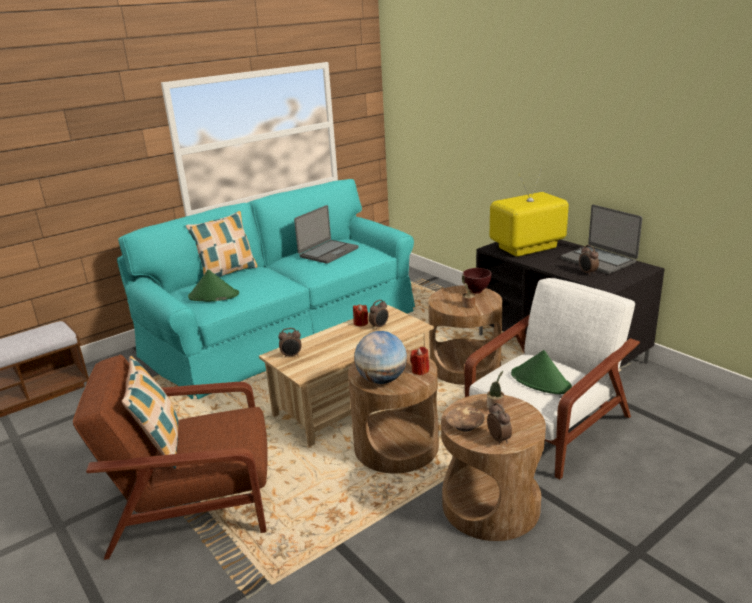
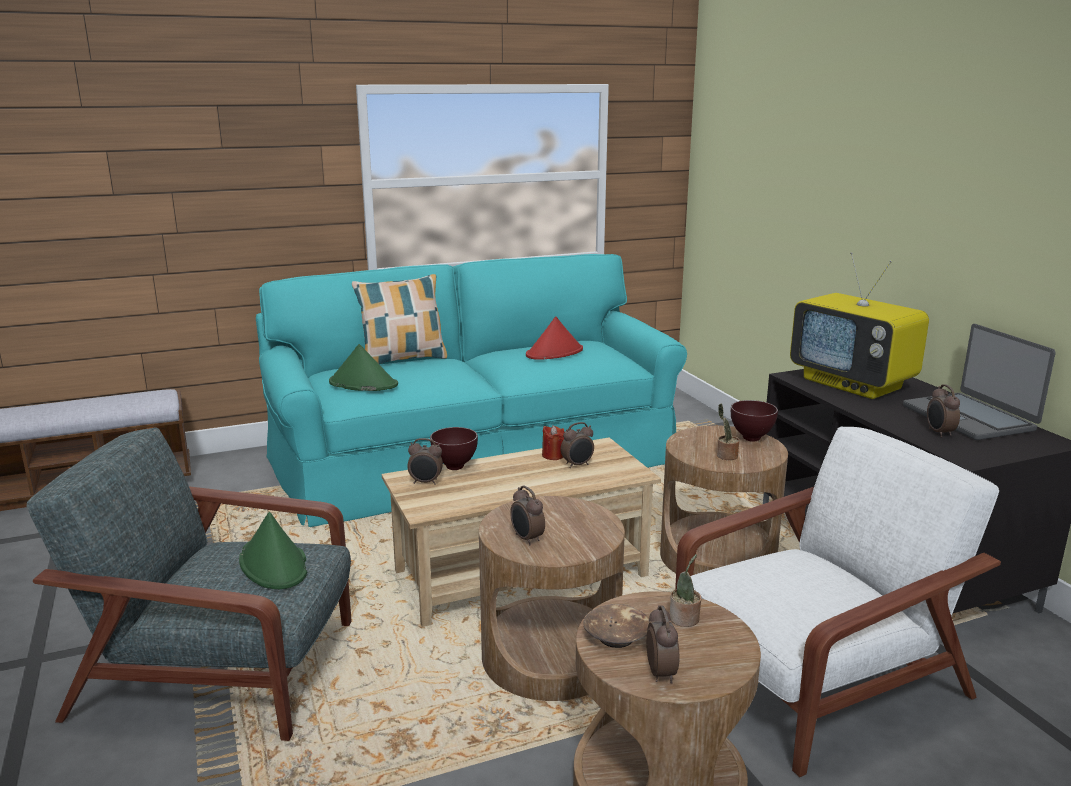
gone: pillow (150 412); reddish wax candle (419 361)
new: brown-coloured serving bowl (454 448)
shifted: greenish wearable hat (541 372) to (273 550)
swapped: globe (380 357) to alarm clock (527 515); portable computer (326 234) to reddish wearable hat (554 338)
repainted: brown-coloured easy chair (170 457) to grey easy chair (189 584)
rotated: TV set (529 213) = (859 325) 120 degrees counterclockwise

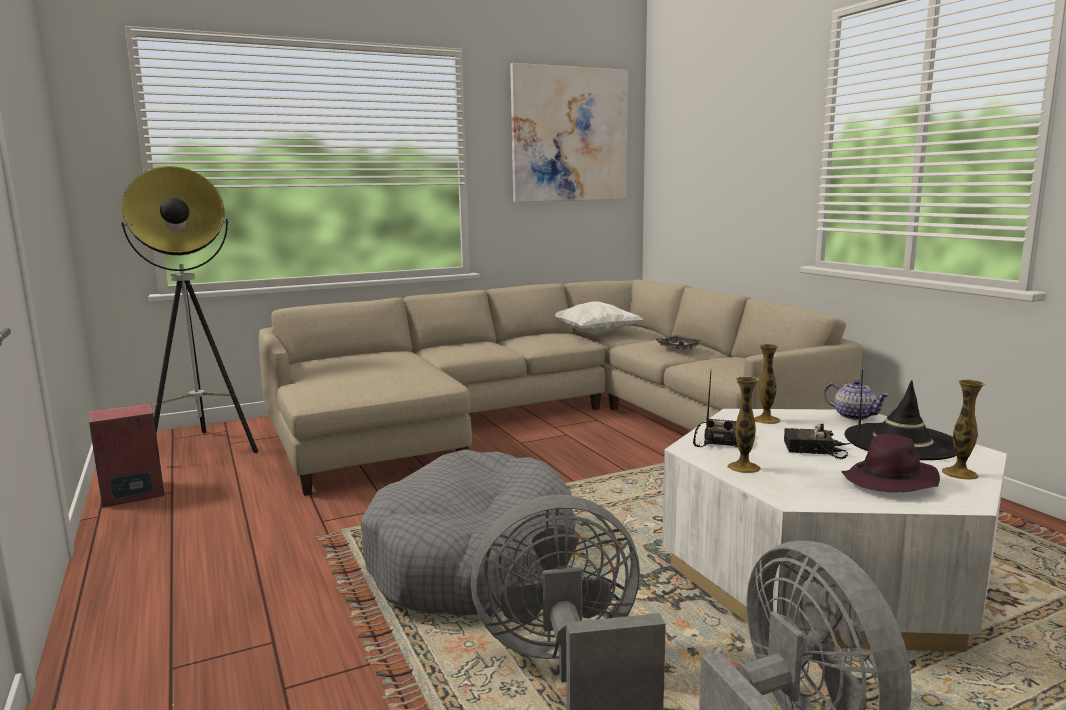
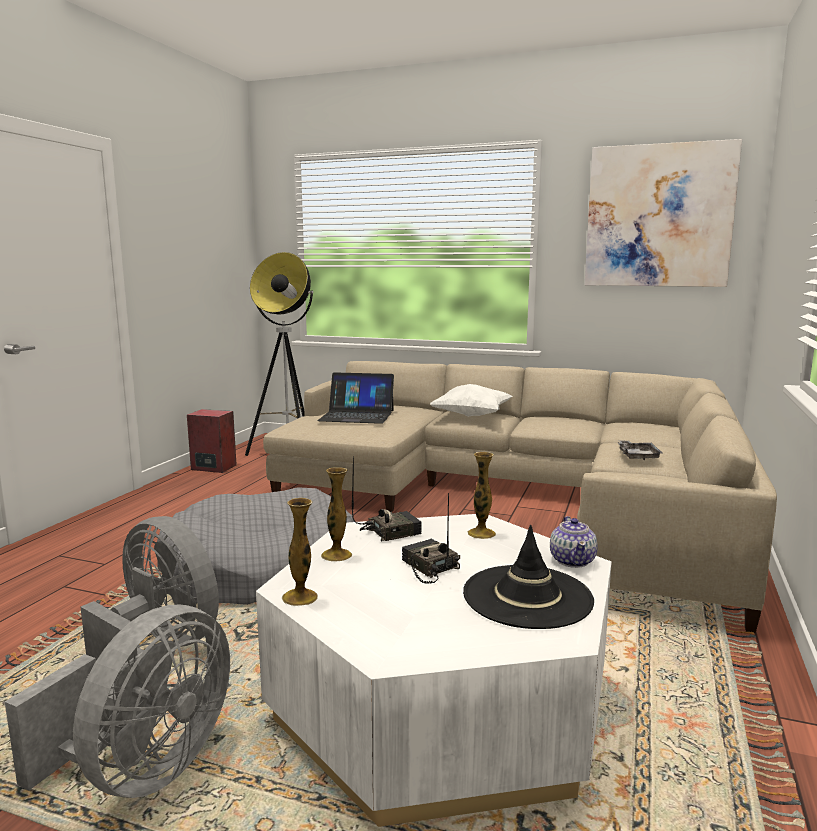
gone: purplish wearable hat (890 463)
new: portable computer (355 398)
shifted: vase (963 430) to (300 552); white pillow (599 318) to (471 400)

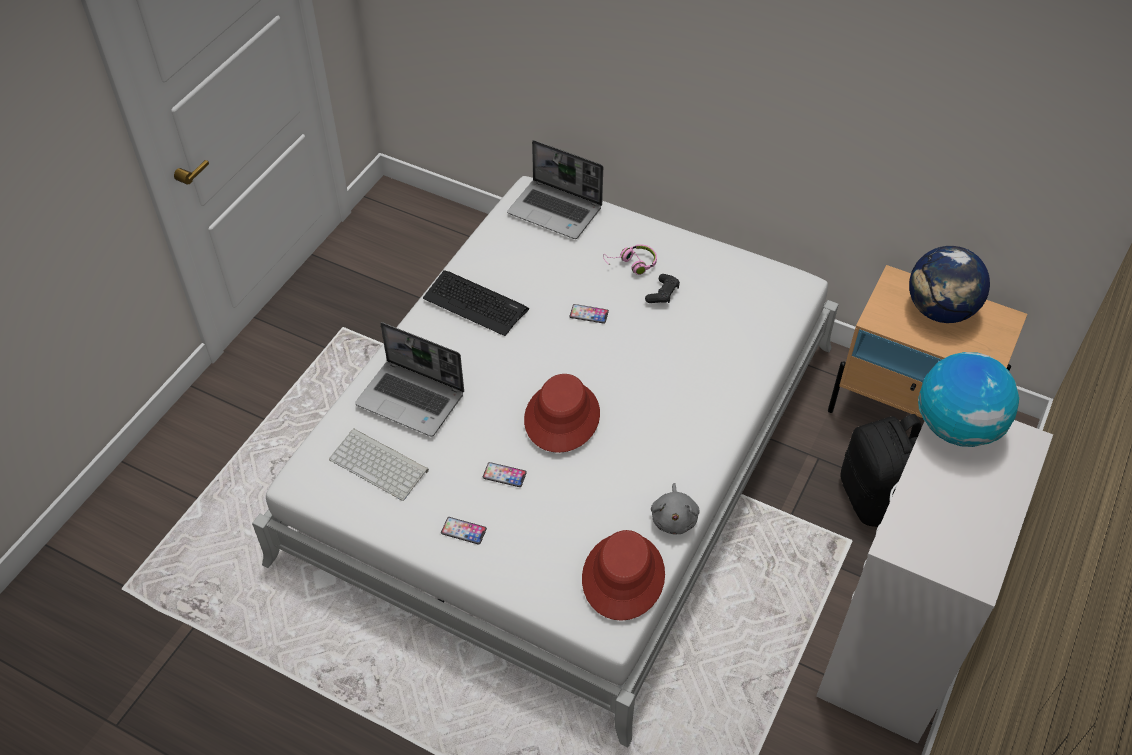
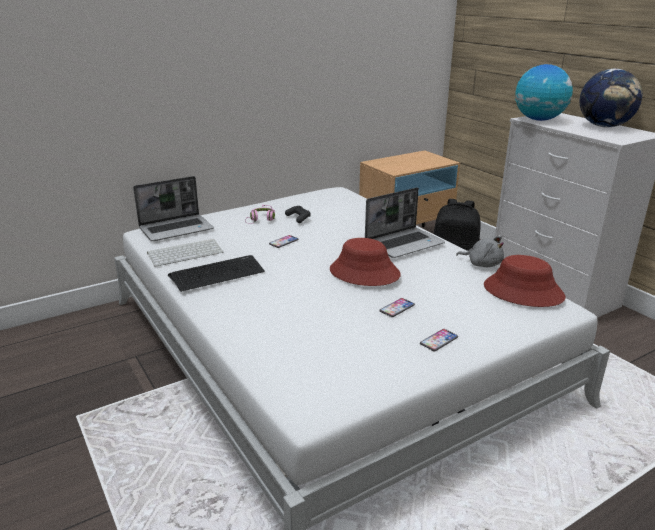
shifted: computer keyboard (379 464) to (185 253); portable computer (409 379) to (405 222); globe (949 284) to (611 98)

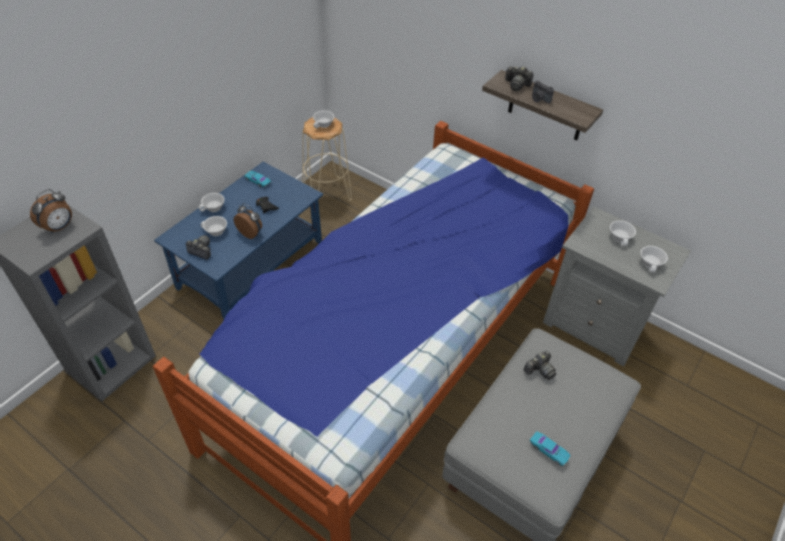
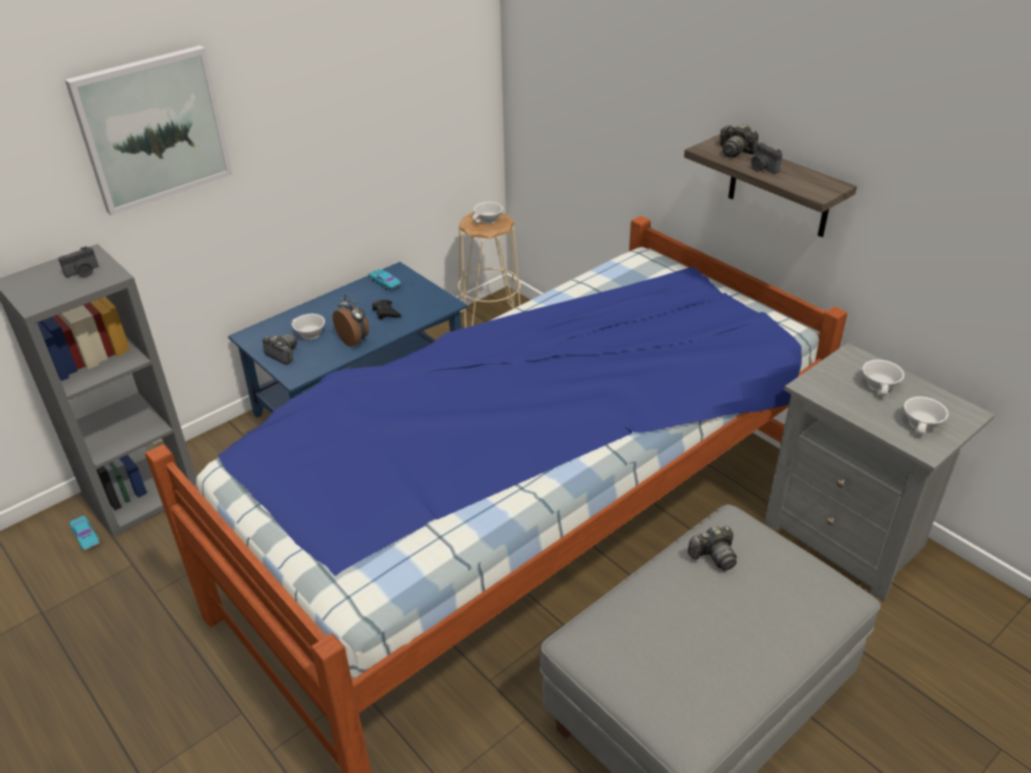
gone: white cup (211 202)
new: picture (149 130)
shifted: turquoise-coloured model car (550 448) to (85 533)
swapped: alarm clock (51 211) to photo camera (78 261)

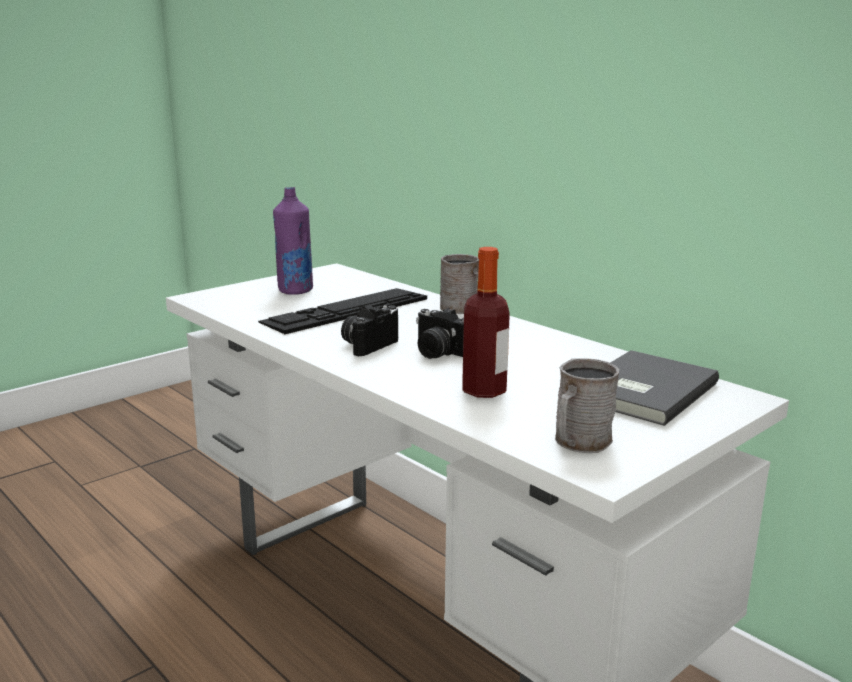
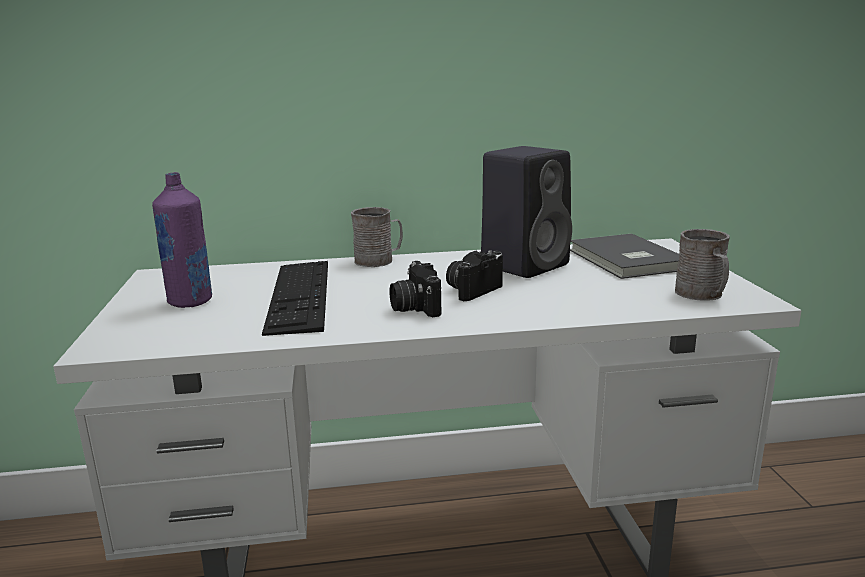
gone: bottle (486 322)
new: black-coloured speaker (526 212)
rotated: photo camera (440 333) = (474 275) 150 degrees clockwise

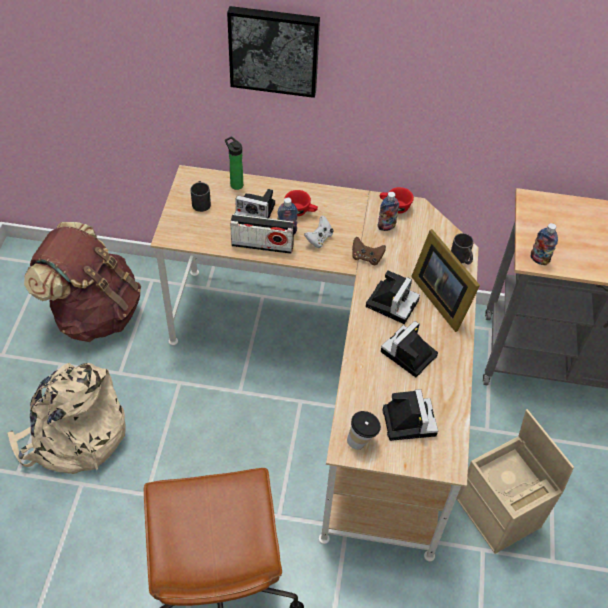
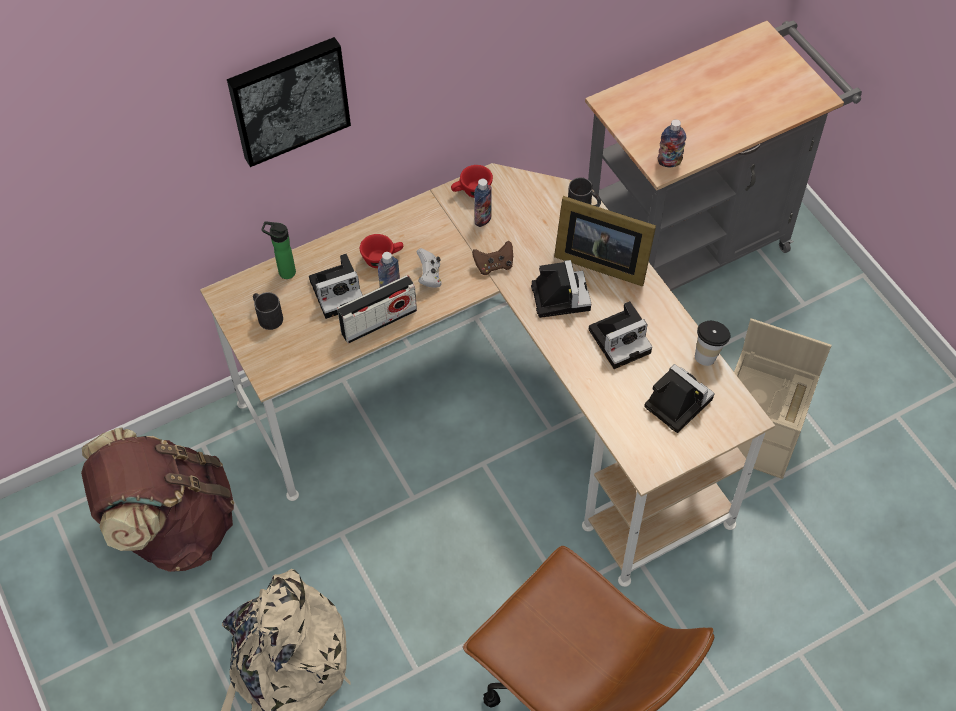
shifted: cup (364 430) to (712 343)
rotated: photo camera (409 349) = (620 335) 120 degrees counterclockwise

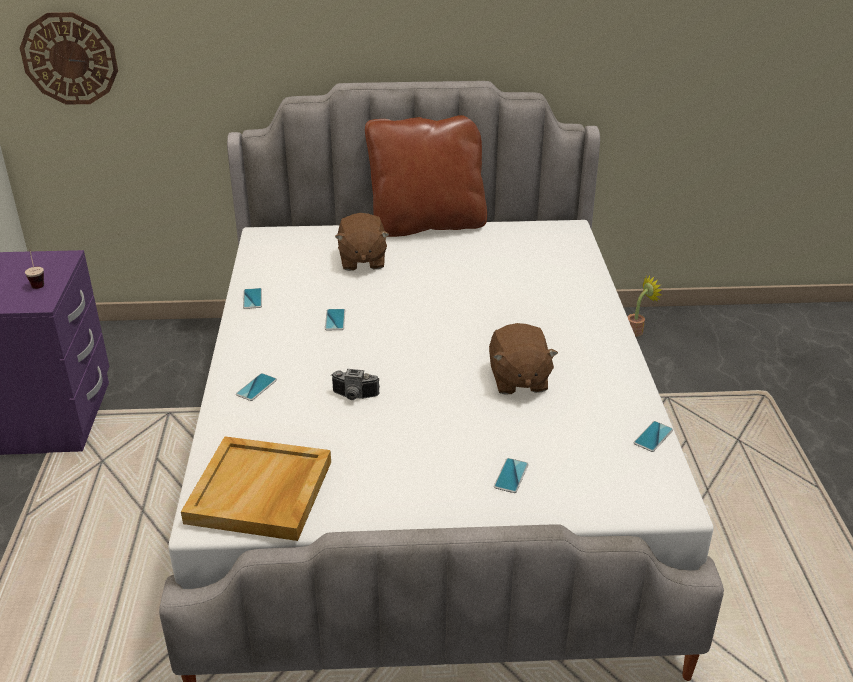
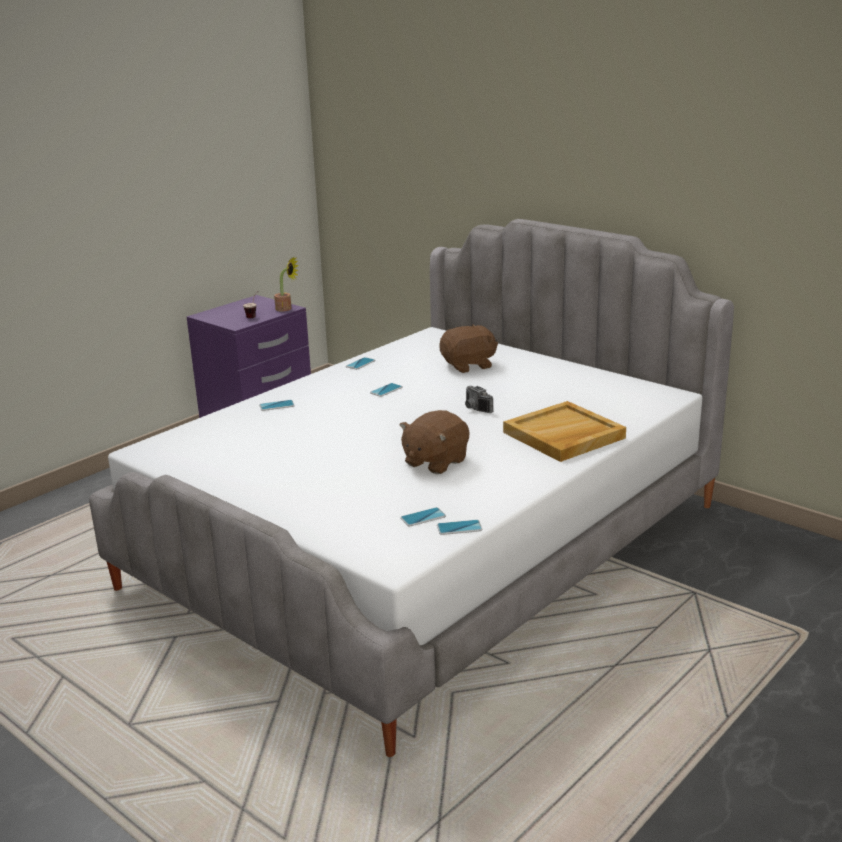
gone: clock on the wall (69 58); brown-coloured pillow (426 176)
shifted: plant in a pot (645 306) to (286 283); phone (511 475) to (423 517); photo camera (355 384) to (479 399); sand-coloured tray (256 488) to (564 431)
rotated: brown-coloured soft toy (362 242) = (468 348) 150 degrees counterclockwise

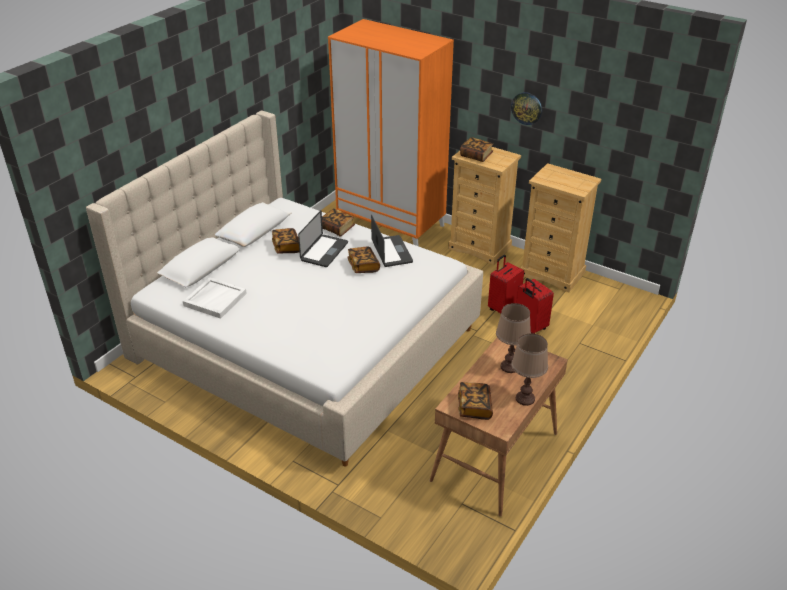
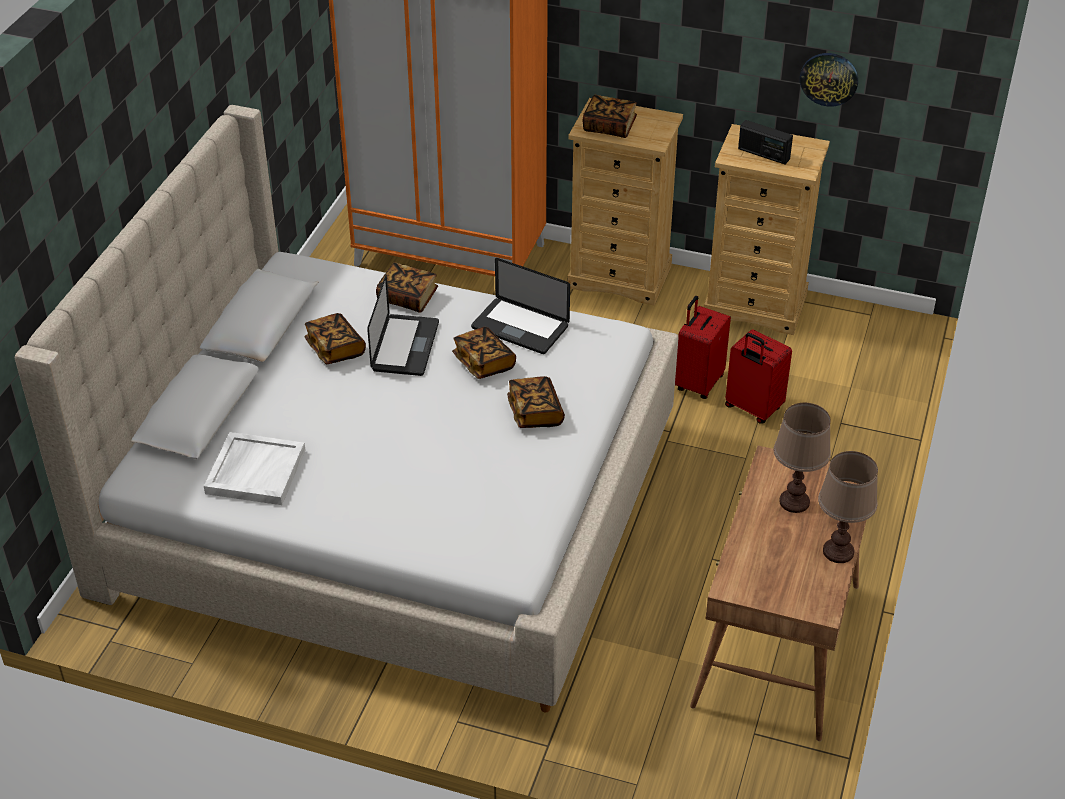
new: radio set (765 142)
shifted: book (475 401) to (536 402); clock on the wall (526 108) to (829 79)
rotated: portable computer (392 241) = (520 306) 150 degrees clockwise

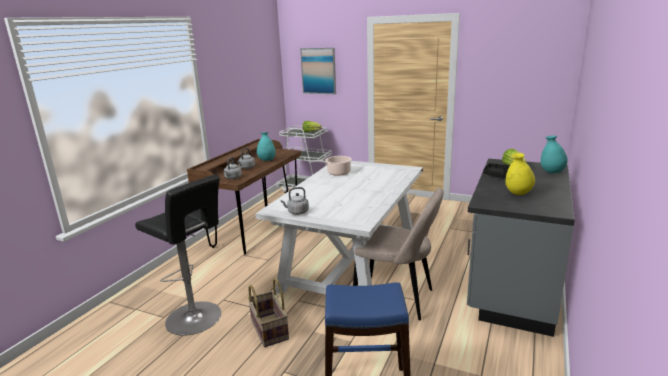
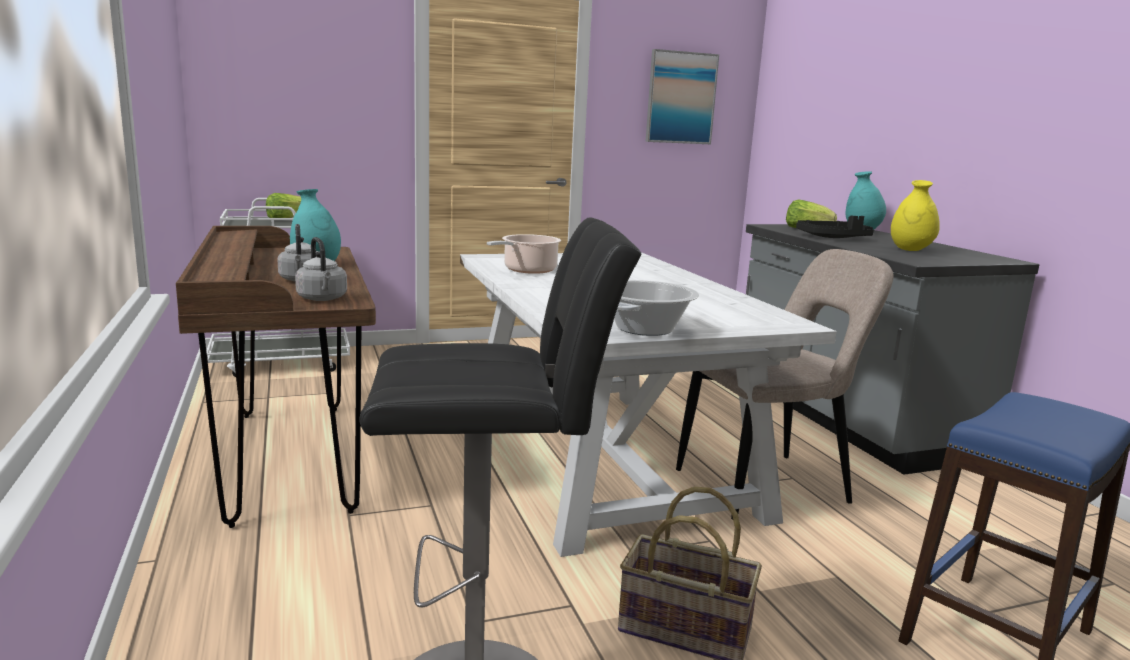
shifted: picture (318 71) to (682 96)
swapped: grey kettle (295 201) to saucepot (656 308)

